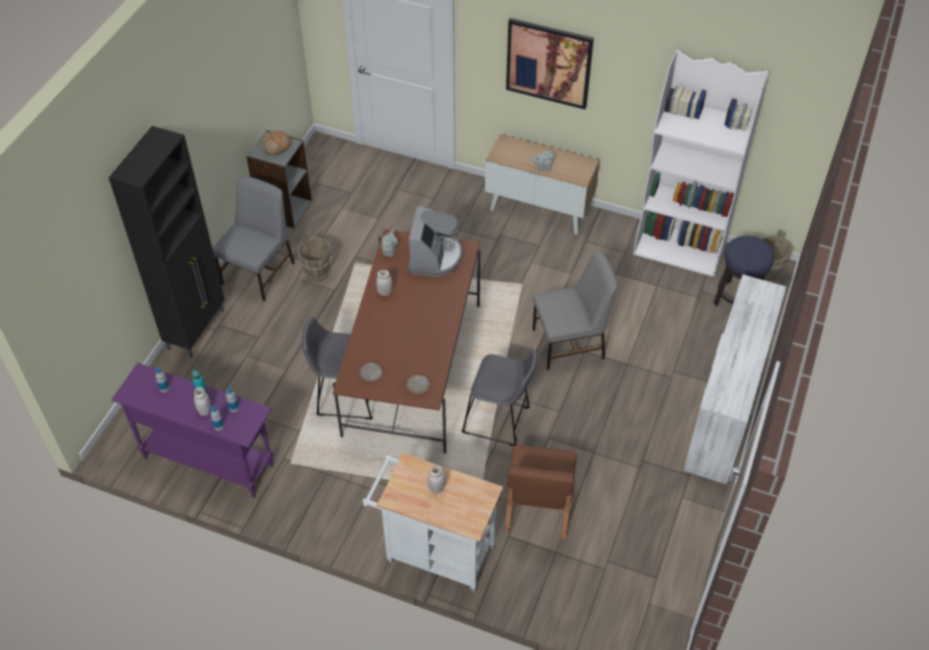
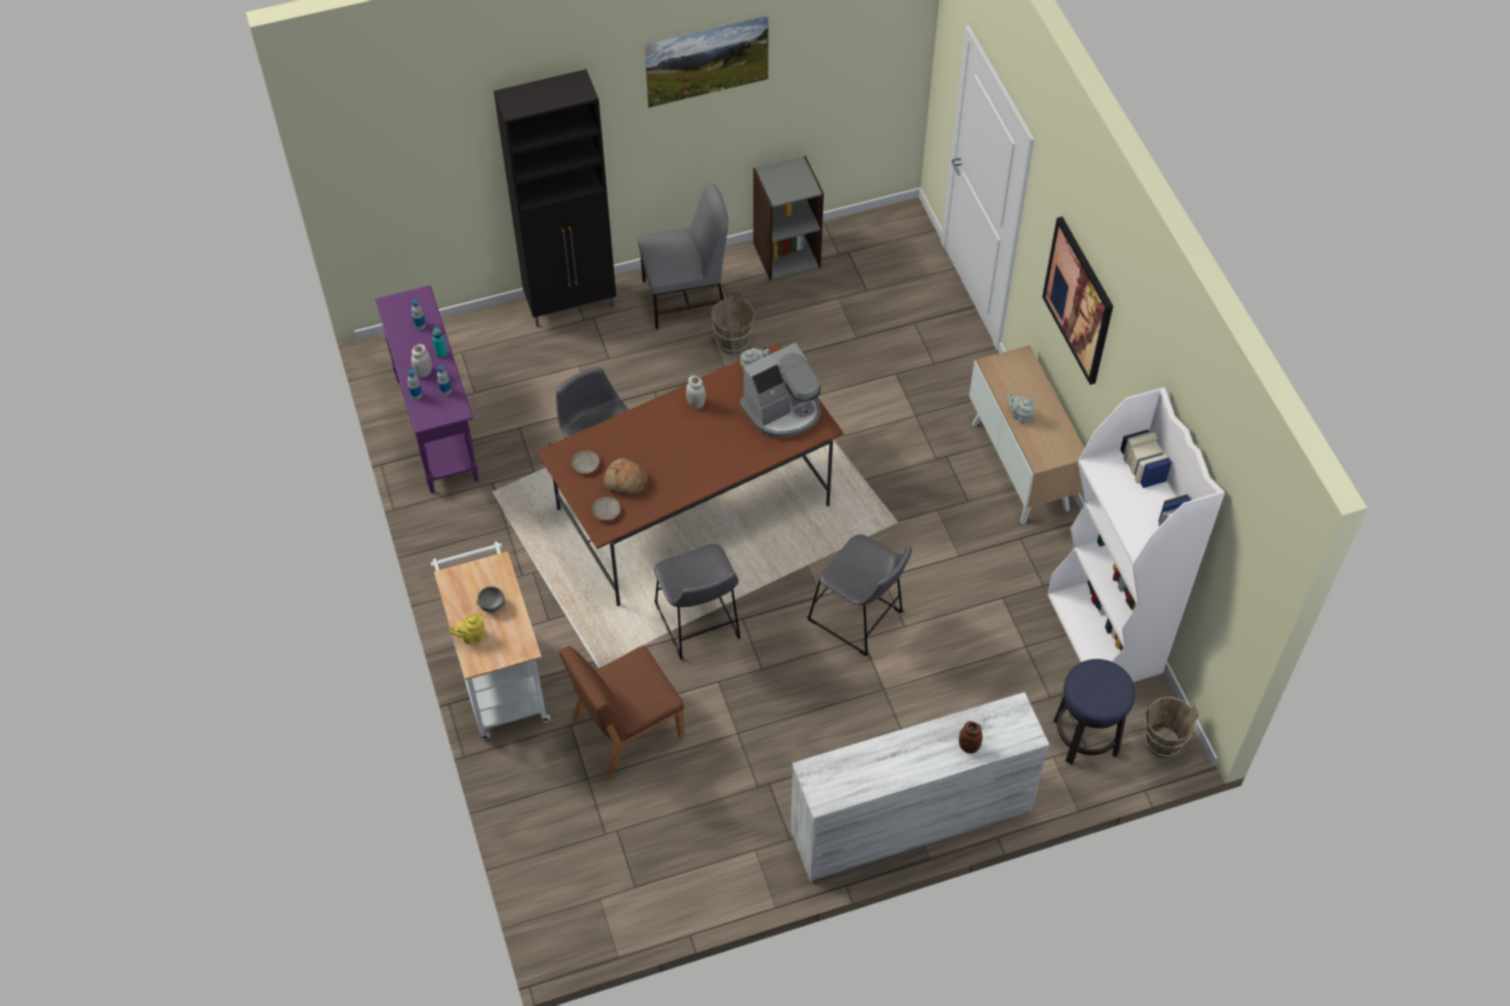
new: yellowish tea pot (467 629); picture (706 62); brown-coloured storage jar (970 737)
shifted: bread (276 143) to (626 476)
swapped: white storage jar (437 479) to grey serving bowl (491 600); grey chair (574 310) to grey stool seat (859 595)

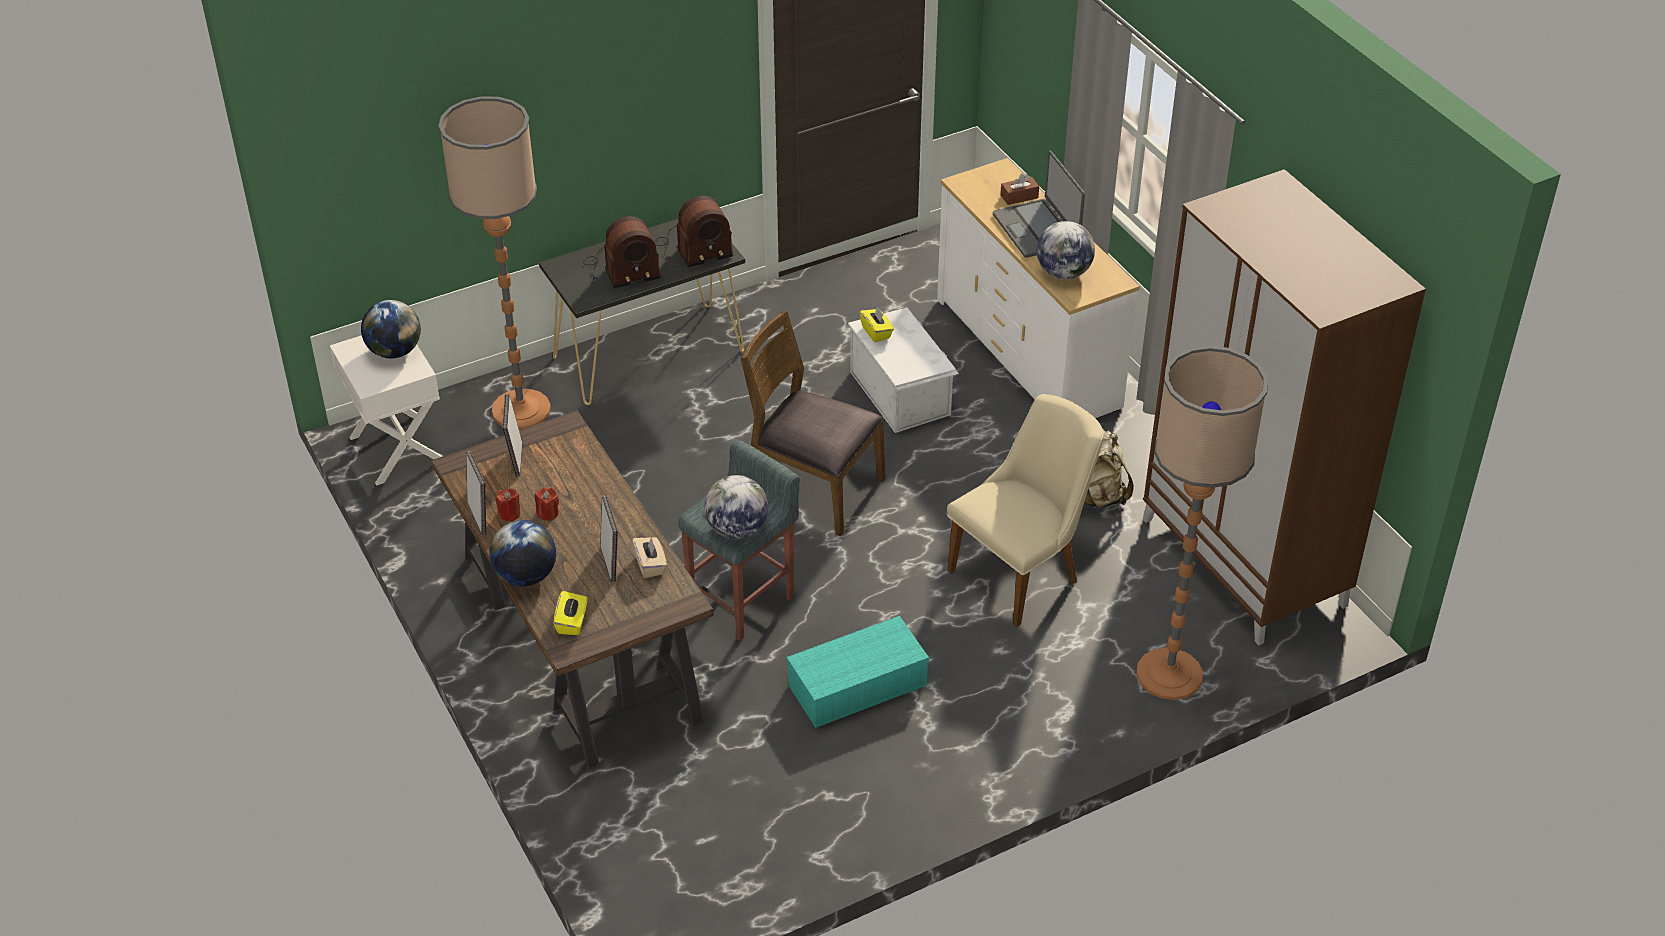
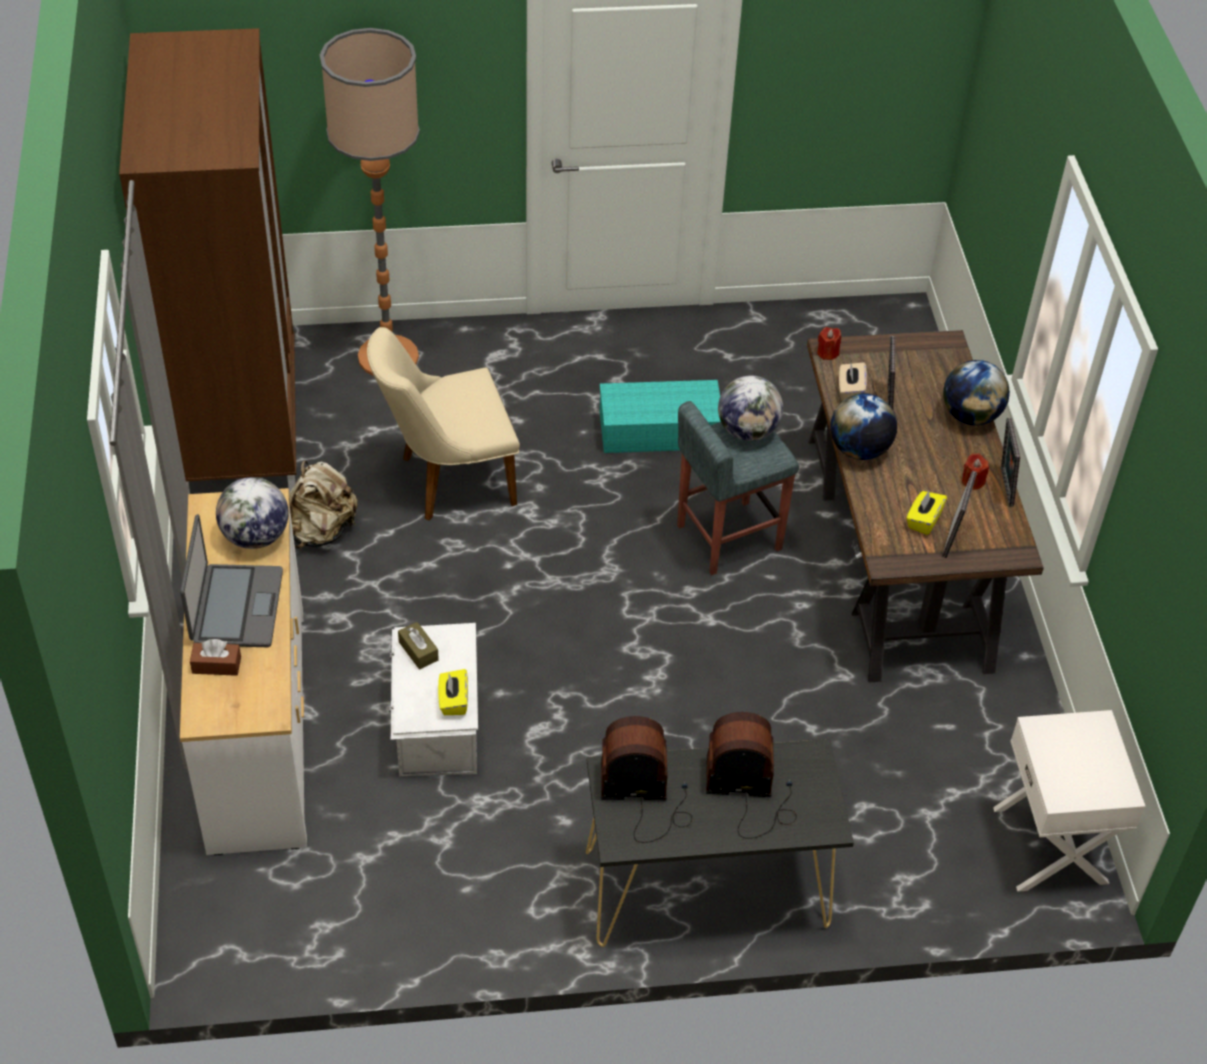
gone: standard lamp (494 263); brown-coloured chair (813 423)
new: brown-coloured box of tissues (418 646)
shifted: reddish wax candle (547 503) to (829 343); globe (391 329) to (863 426); yellowish box of tissues (570 613) to (926 513)

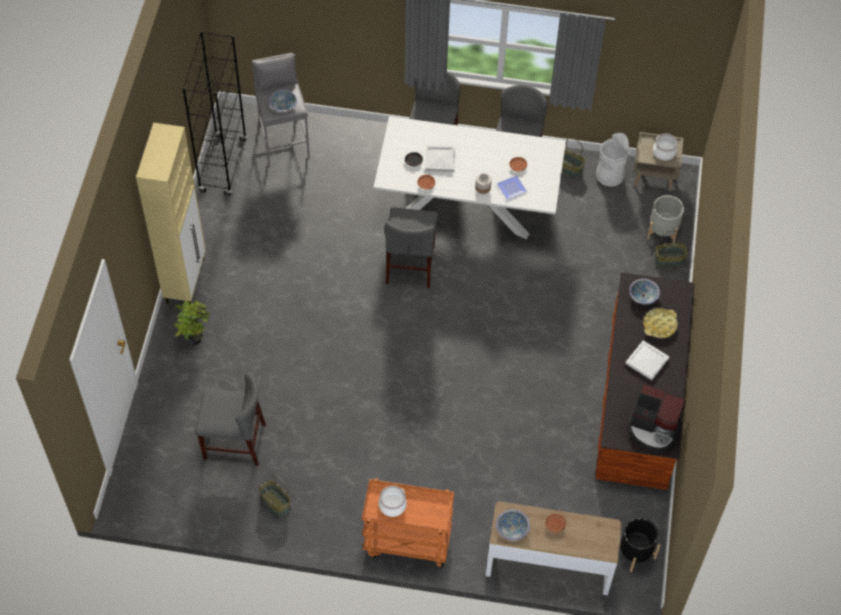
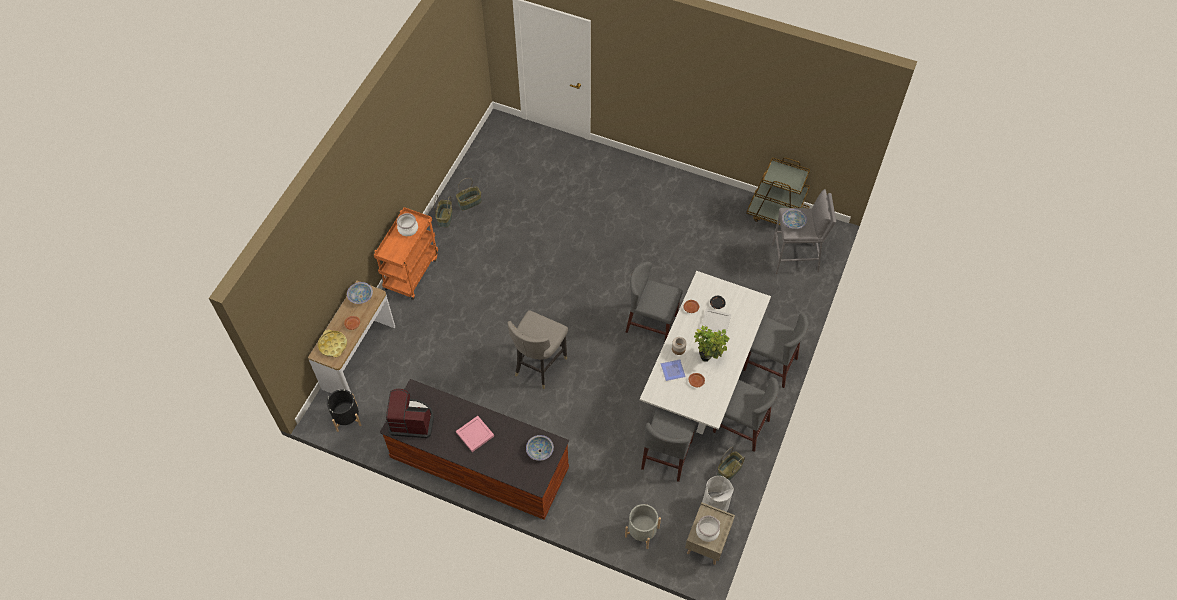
gone: sand-coloured storage cabinet (171 213)
new: grey stool seat (538 349)
shifted: yellowish tray (660 323) to (332 343); household basket (671 249) to (443 211); grey chair (230 419) to (669 444); plant in a pot (191 322) to (712 344)
swapped: black-coloured bookcase (214 113) to brown-coloured cart (778 191)
repainted: white tray (647 360) to pink tray (475 434)
rotated: coffee maker (657 418) = (410 413) 60 degrees clockwise

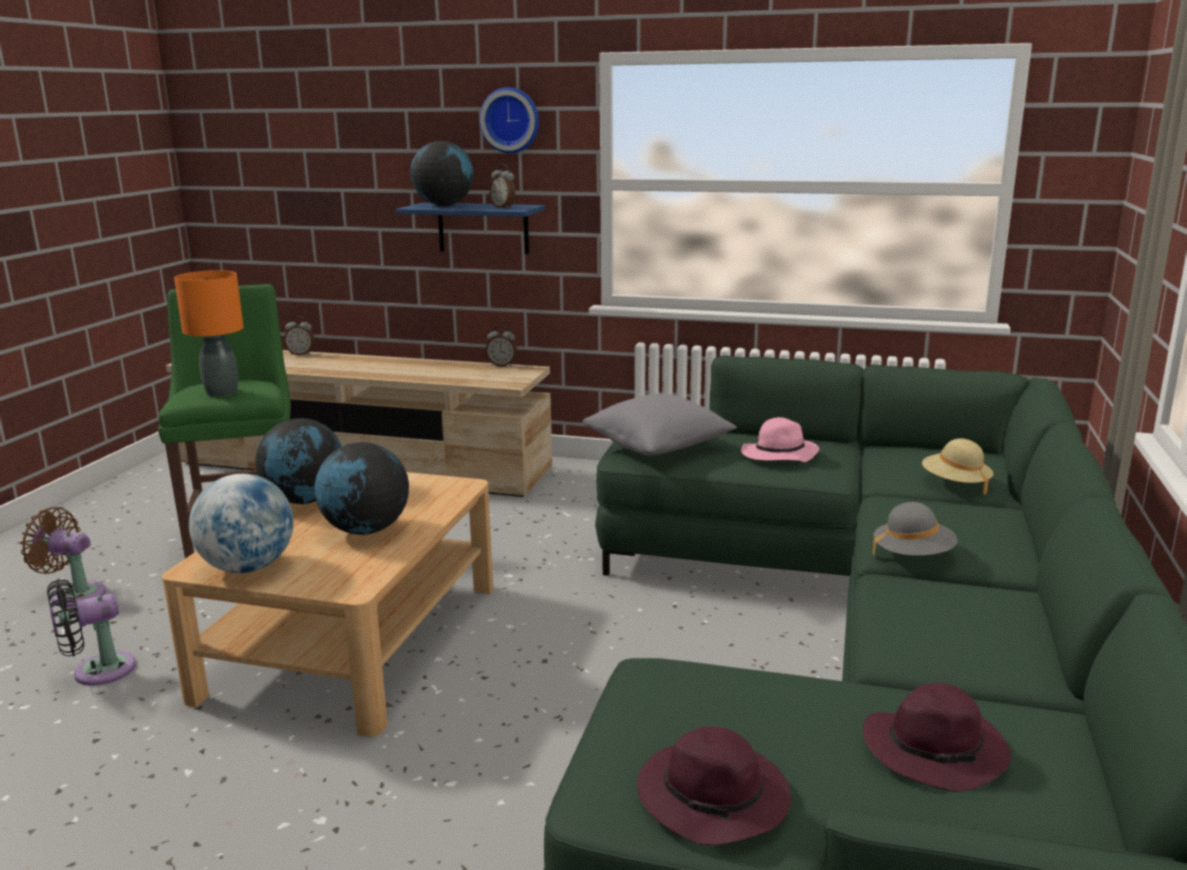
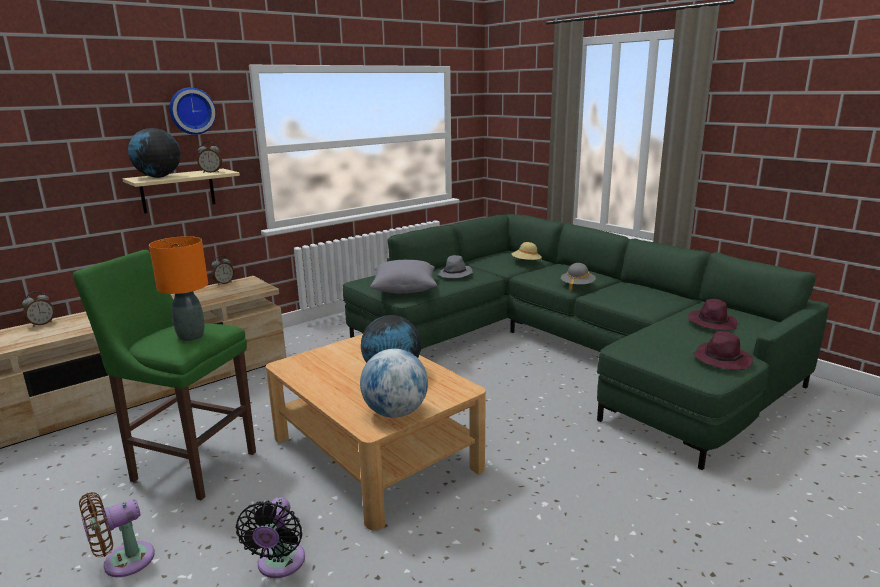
gone: globe (298 461)
repainted: blue wall shelf (470 228) to sand-coloured wall shelf (181 191); pink wearable hat (780 439) to grey wearable hat (455 267)

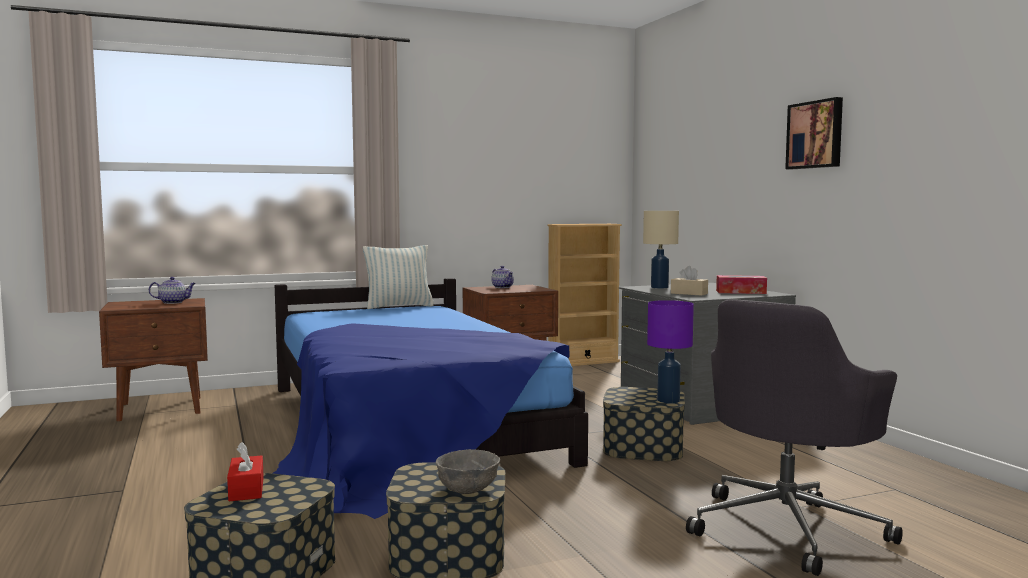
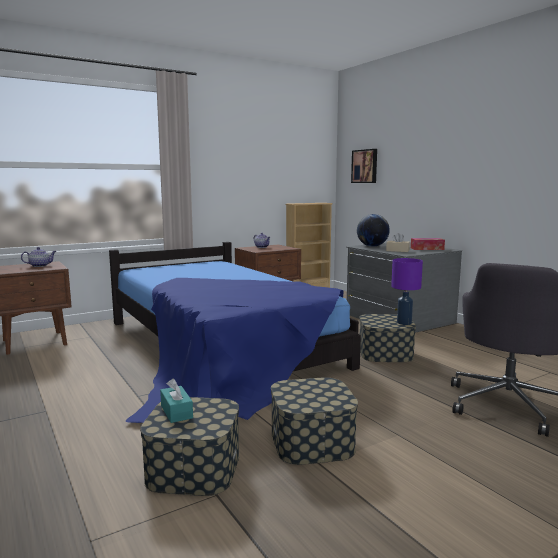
gone: pillow (398 277); grey serving bowl (468 471)
shifted: picture (814 133) to (364 166)
swapped: sand-coloured lamp for a table (661 249) to globe (373 230)
repainted: reddish box of tissues (245 471) to turquoise-coloured box of tissues (176 401)

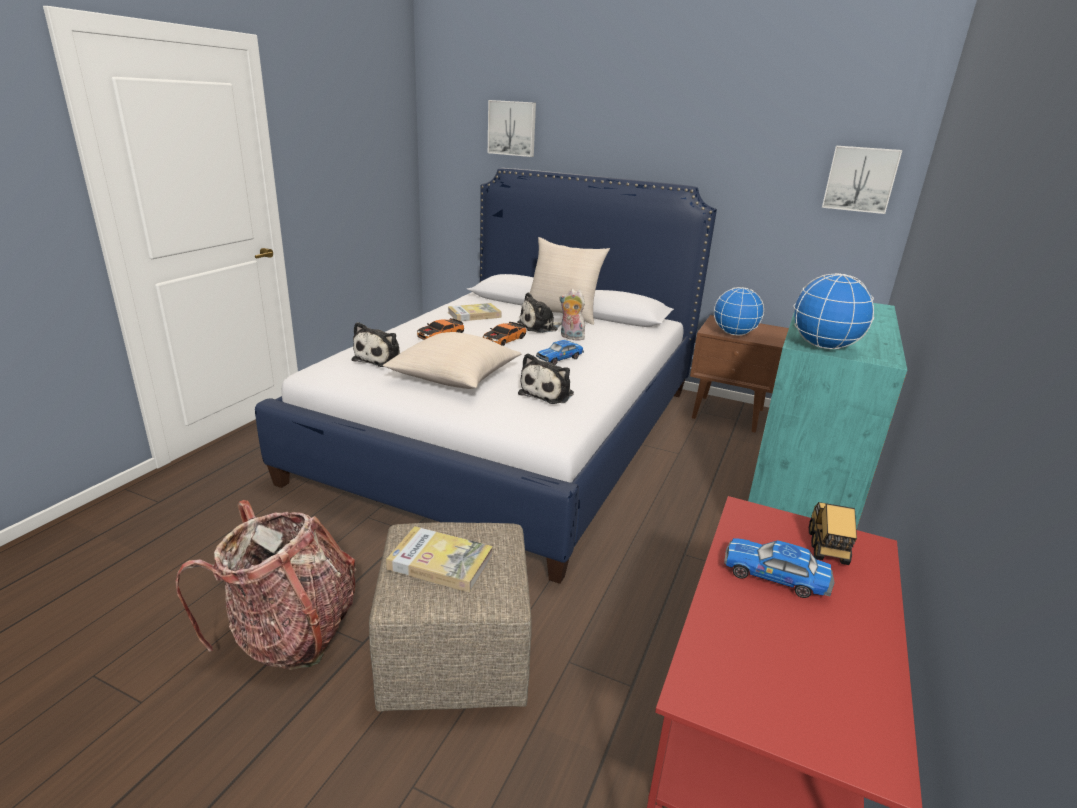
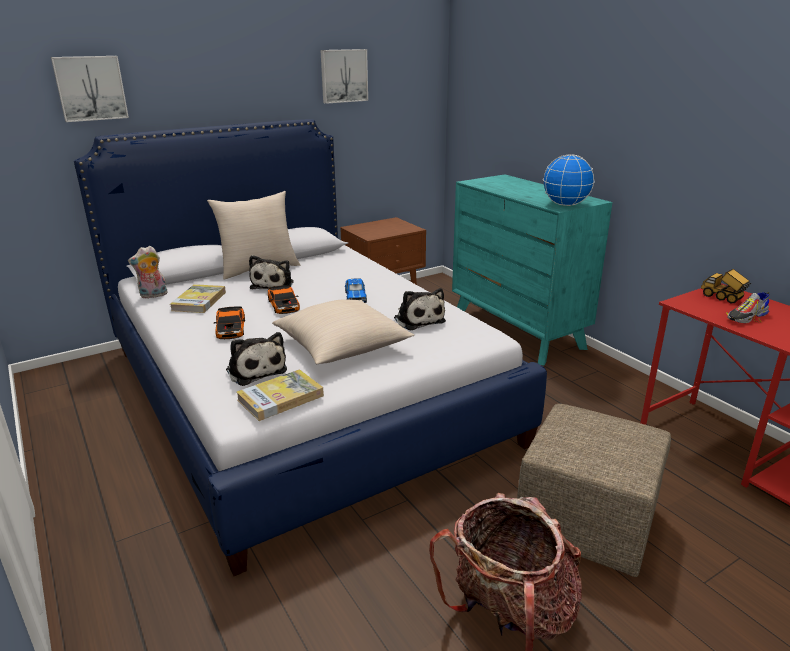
gone: globe (739 311)
shifted: soft toy (574 315) to (148 272); book (439 559) to (280 395); picture (862 180) to (344 76)
swapped: model car (779 568) to shoe (748 307)

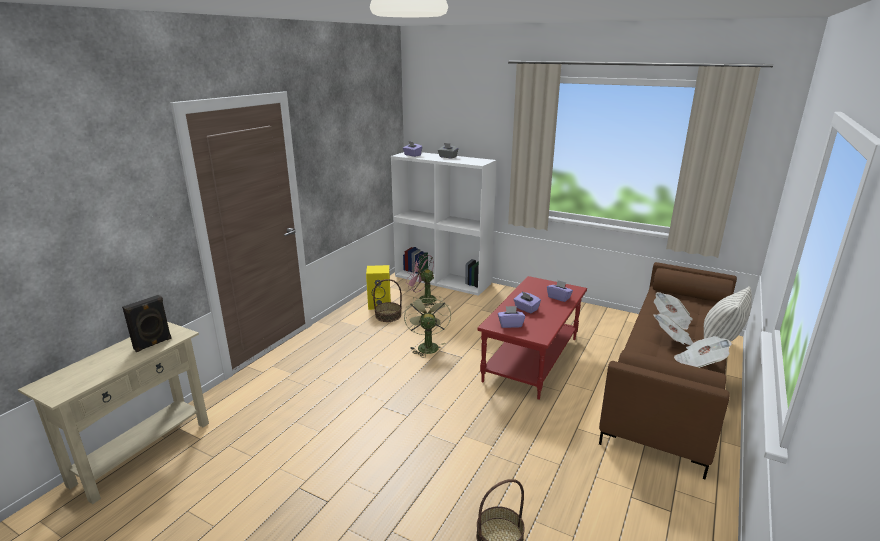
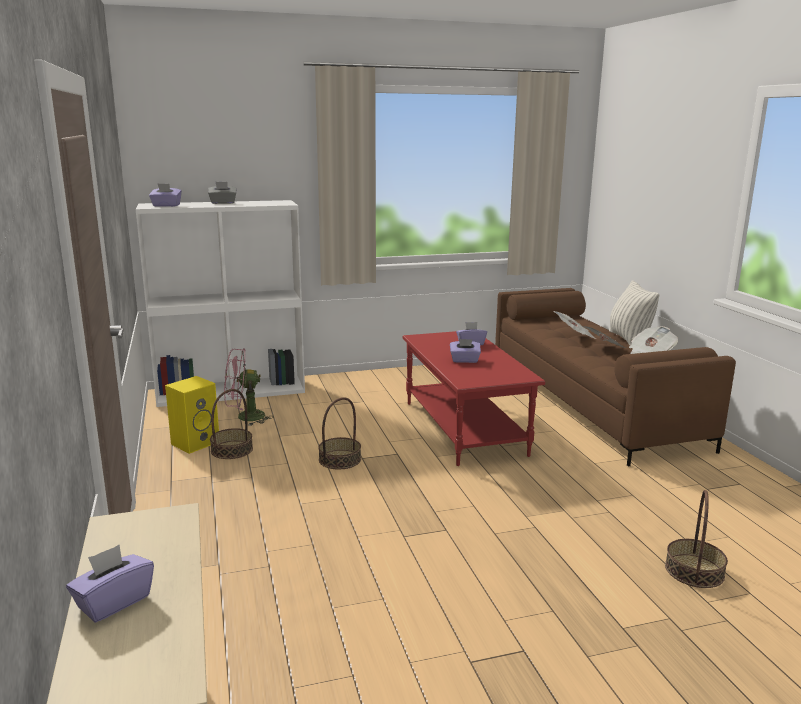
gone: black-coloured speaker (147 323)
shifted: purplish box of tissues (511 317) to (110 584)
swapped: greenish electric fan (427 326) to household basket (339 433)

